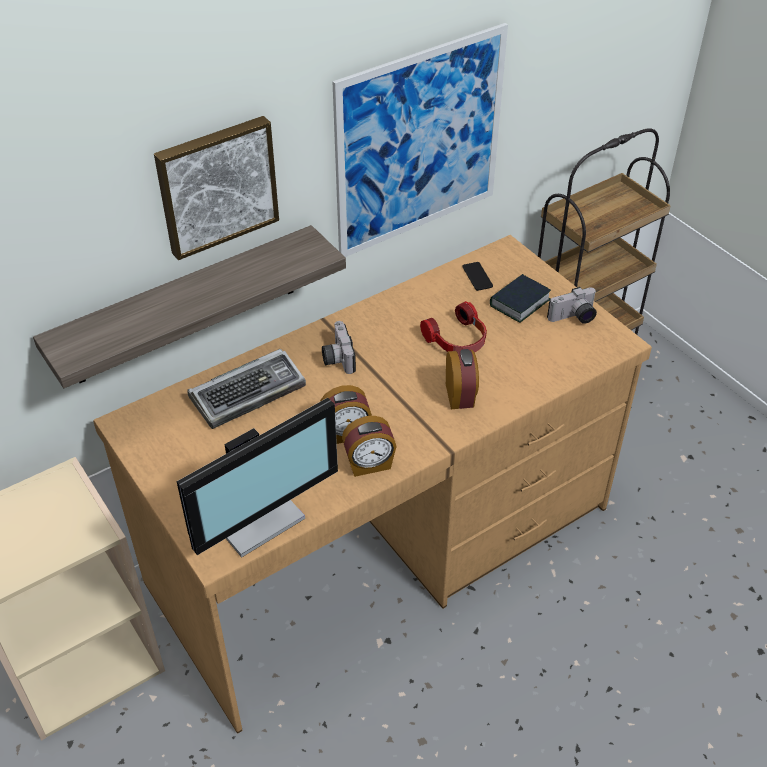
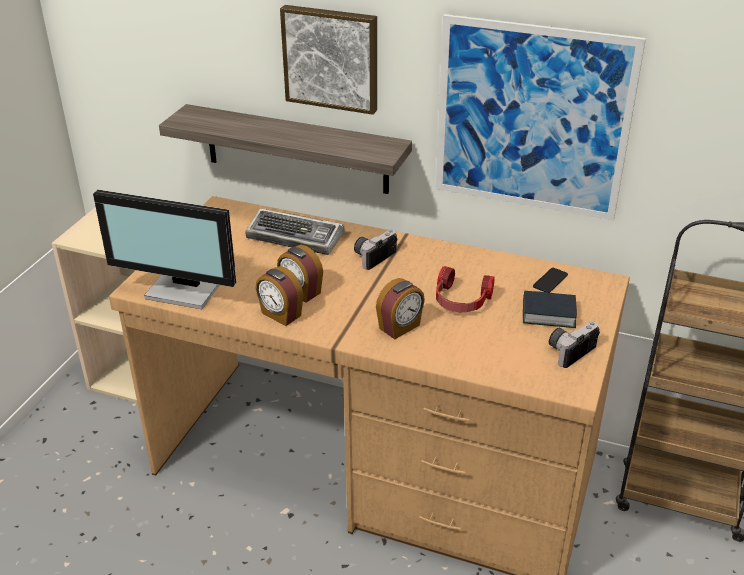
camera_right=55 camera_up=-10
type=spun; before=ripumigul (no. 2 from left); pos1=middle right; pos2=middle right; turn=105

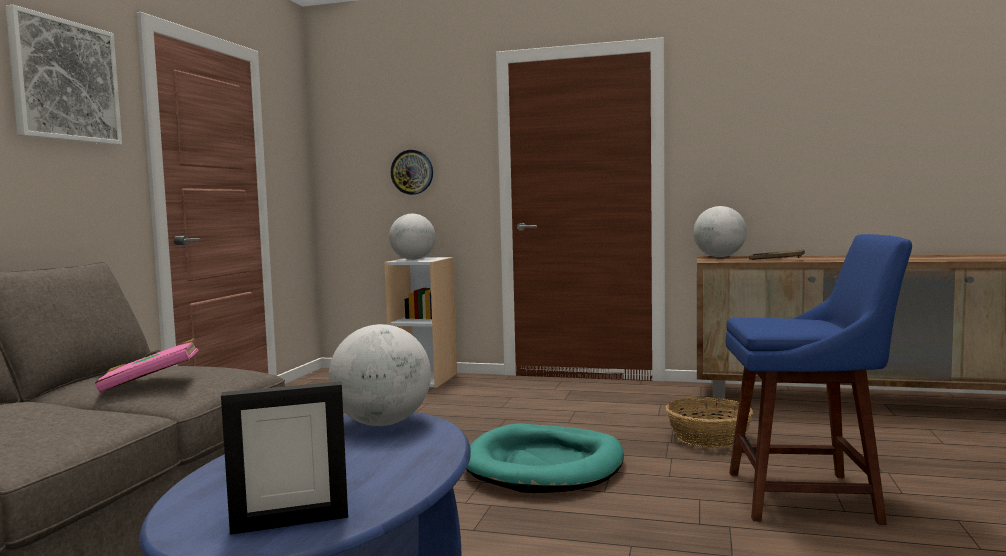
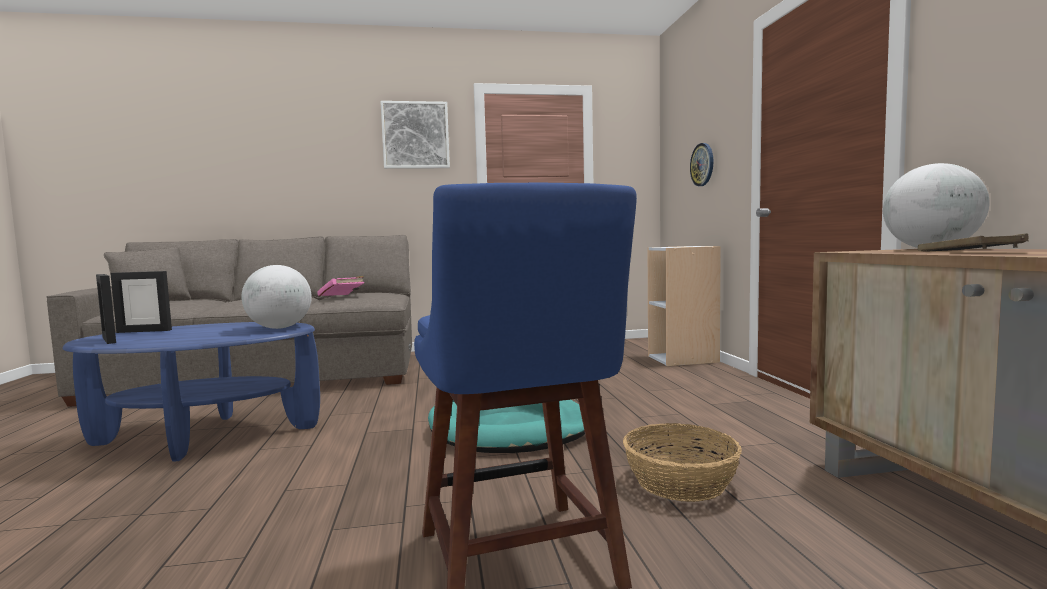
camera_right=65 camera_up=0
type=appeared; after=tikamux (no. 2 from left); pos2=middle left
type=missing; before=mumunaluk (no. 2 from left); pos1=centre

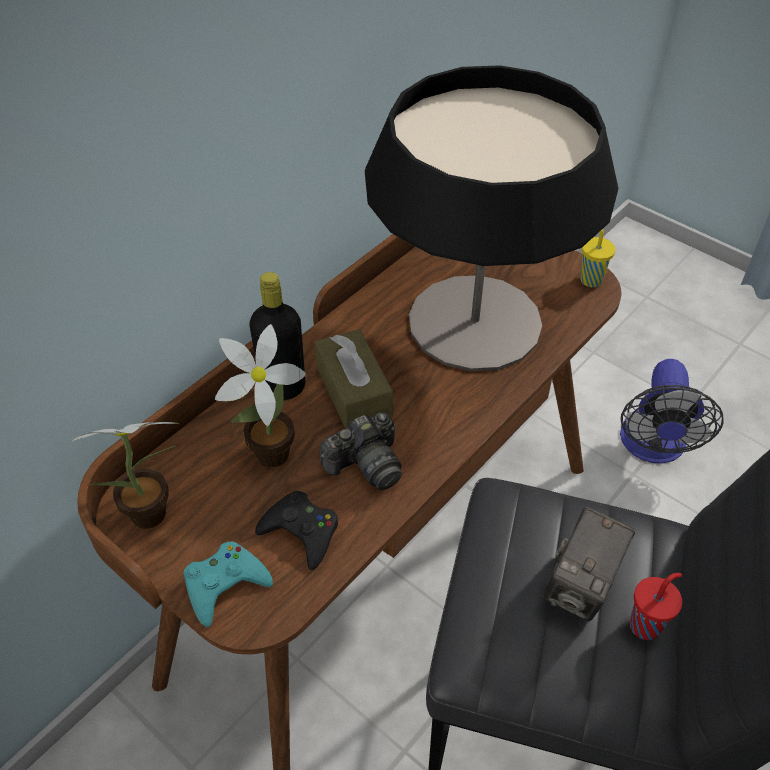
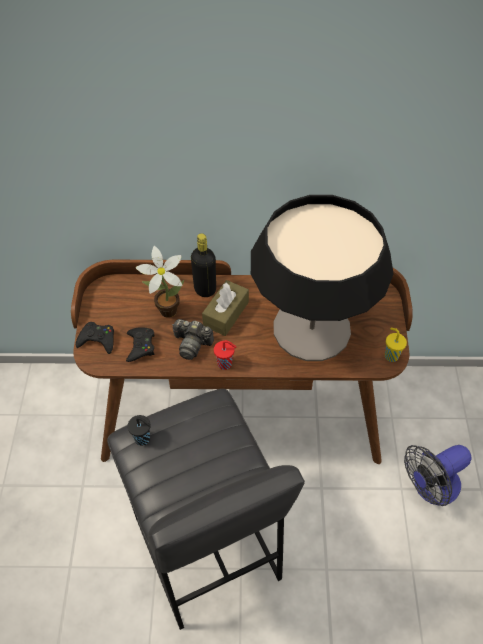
camera_right=50 camera_up=5
type=colour; before=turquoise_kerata; after=black_kerata (no. 1 from left); pos1=bottom left; pos2=middle left
type=appeared; after=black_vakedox; pos2=bottom left
type=relocated; before=red_vakedox; pos1=bottom right; pos2=centre
type=missing; before=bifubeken (no. 1 from left); pos1=middle left
type=missing; before=ripumigul (no. 2 from left); pos1=bottom right

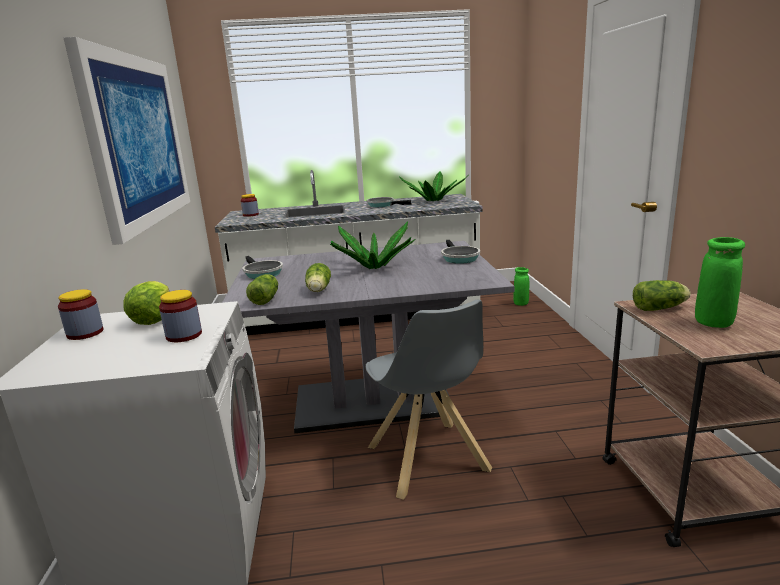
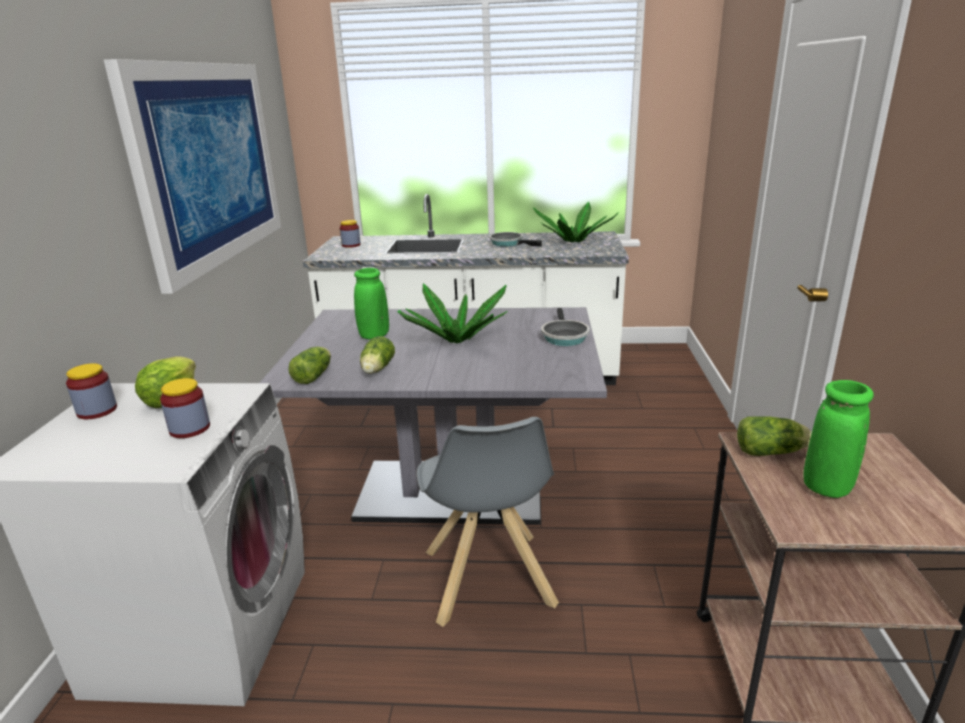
camera_right=10 camera_up=5
type=relocated; before=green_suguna (no. 1 from left); pos1=middle right; pos2=centre
type=missing; before=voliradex (no. 1 from left); pos1=centre

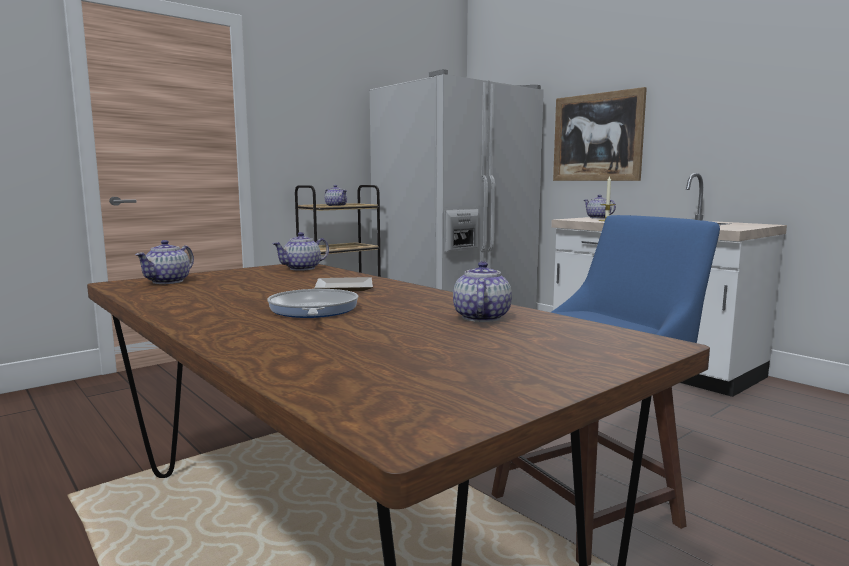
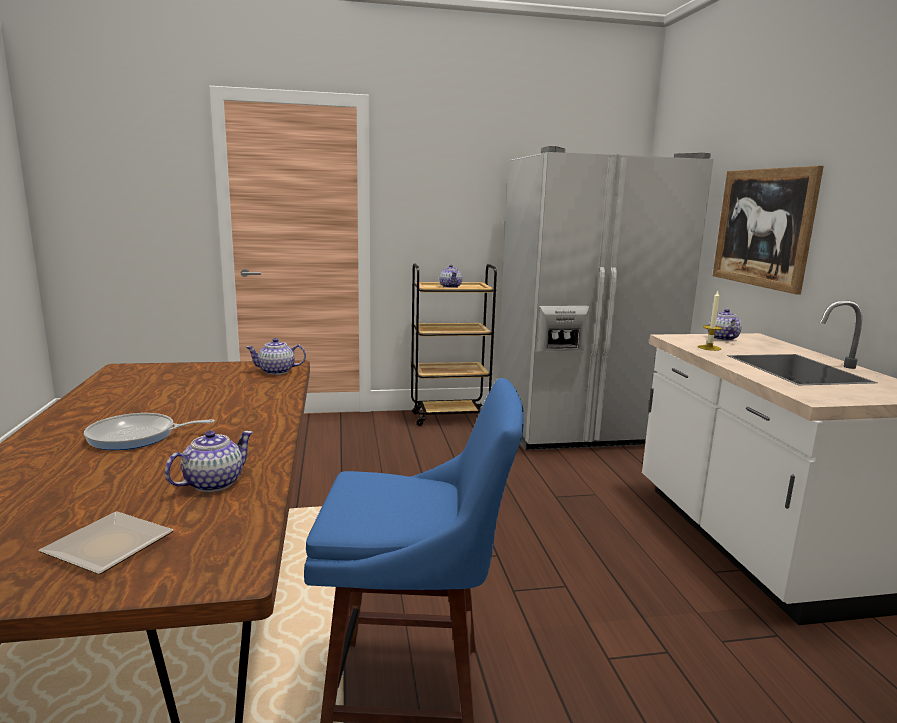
camera_right=30 camera_up=5
type=relocated; before=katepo; pos1=centre; pos2=bottom left
type=spun; before=voliradex; pos1=centre; pos2=middle left; turn=-120
type=missing; before=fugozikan (no. 1 from left); pos1=middle left

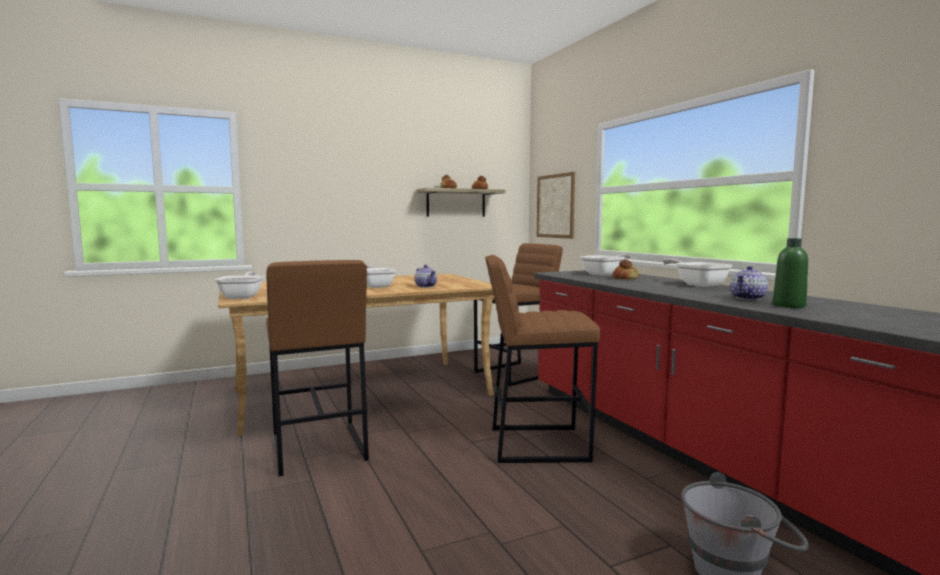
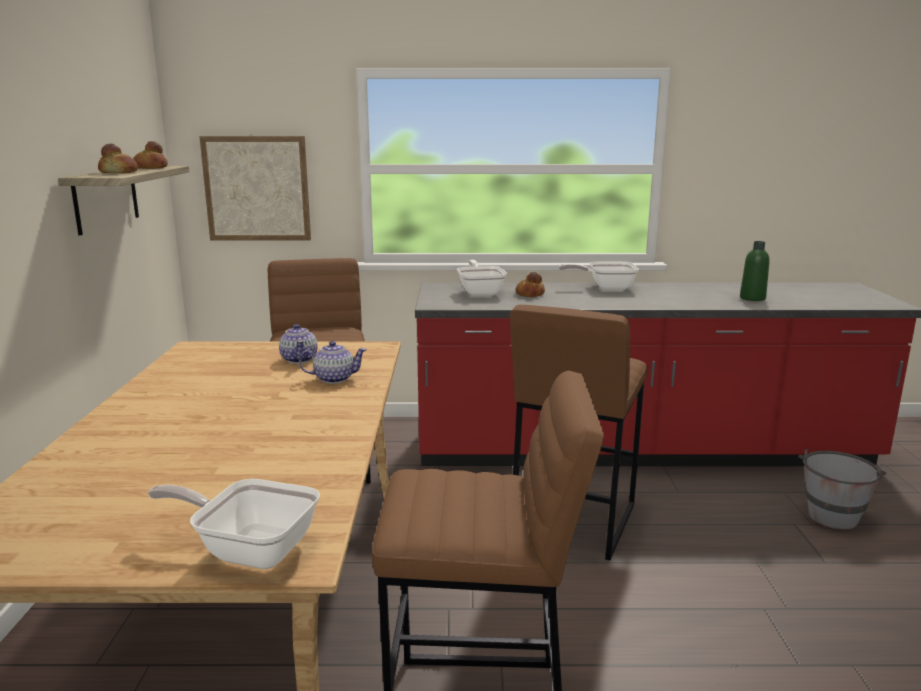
camera_right=-65 camera_up=10
type=relocated; before=fugozikan (no. 2 from left in the first image); after=fugozikan (no. 1 from left); pos1=middle right; pos2=middle left
type=missing; before=voliradex (no. 2 from left); pos1=centre

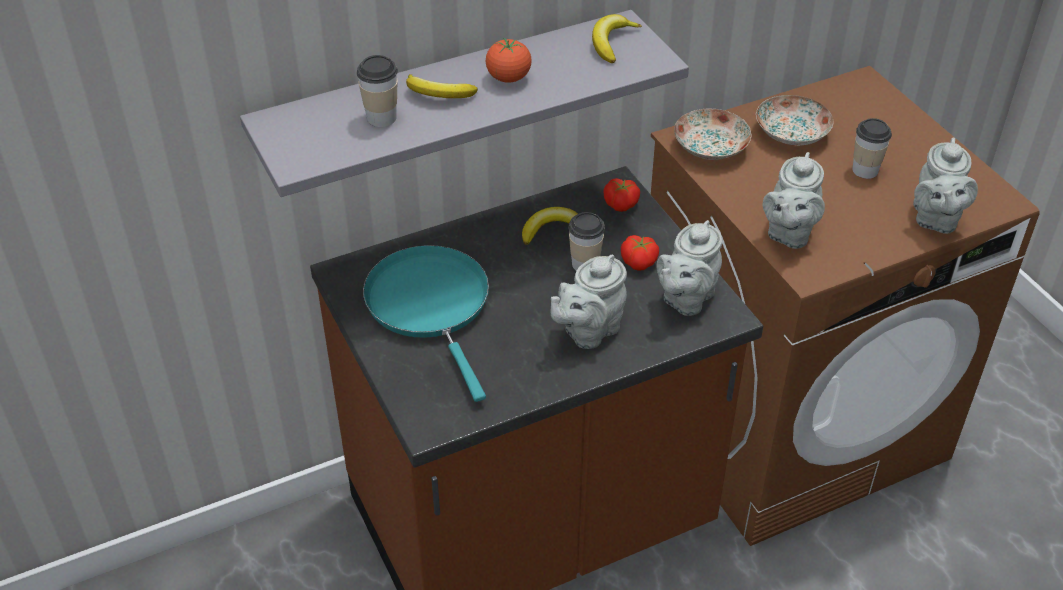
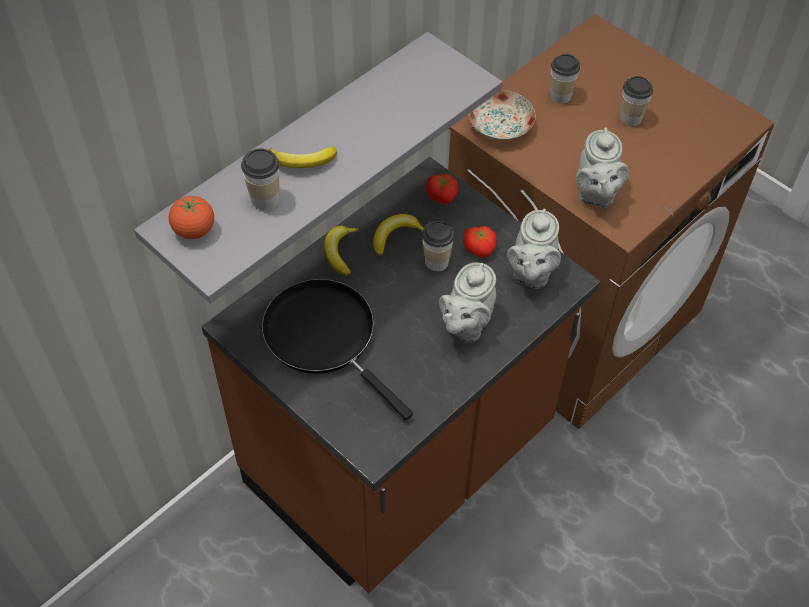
camera_right=-20 camera_up=10
type=relocated; before=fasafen (no. 1 from left); pos1=top centre; pos2=middle left
type=colour; before=turquoise_voliradex; after=black_voliradex; pos1=centre; pos2=centre
type=relocated; before=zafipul (no. 3 from left in the first image); after=zafipul (no. 2 from left); pos1=top centre; pos2=centre
type=exchanged; before=katepo (no. 2 from left); after=vakedox (no. 3 from left); pos1=top right; pos2=top right
type=missing; before=grey_fugozikan (no. 4 from left); pos1=top right

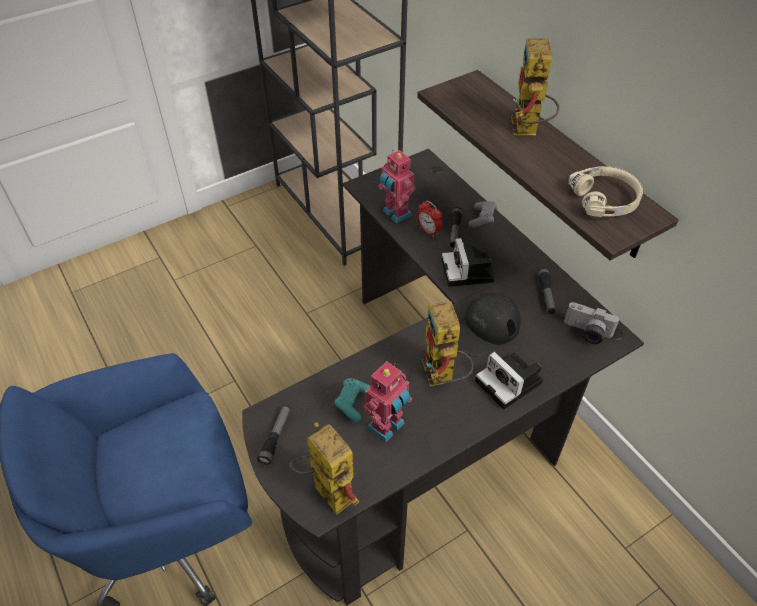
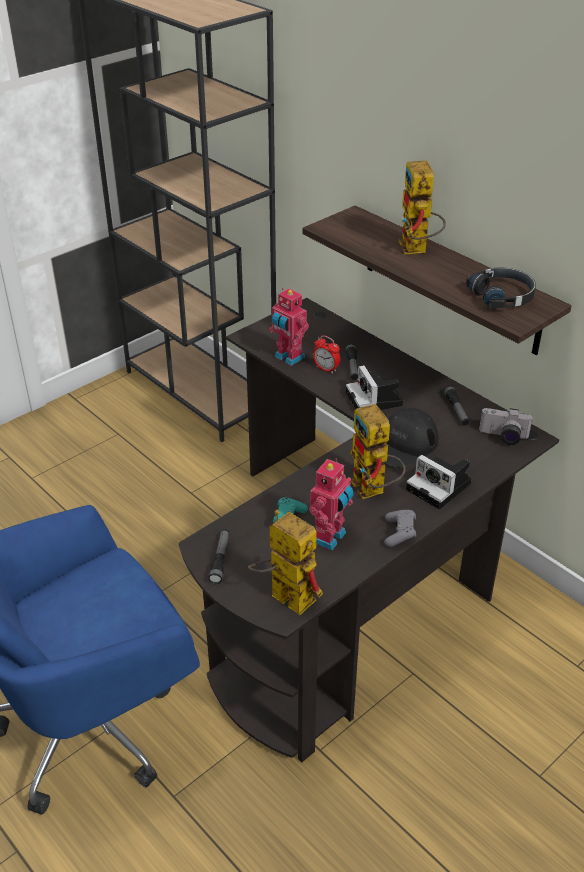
camera_right=-10 camera_up=-10
type=relocated; before=grey_kerata; pos1=centre; pos2=middle right
type=colour; before=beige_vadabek; after=black_vadabek; pos1=top right; pos2=top right

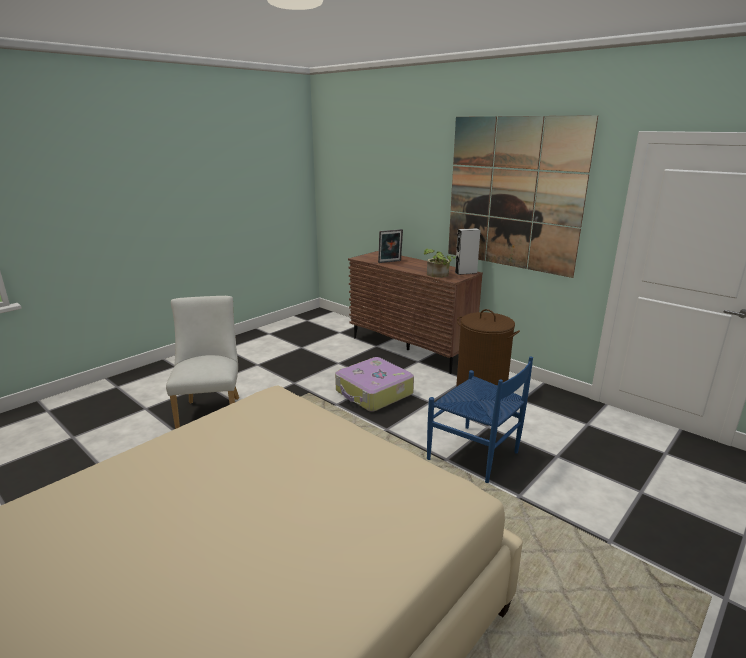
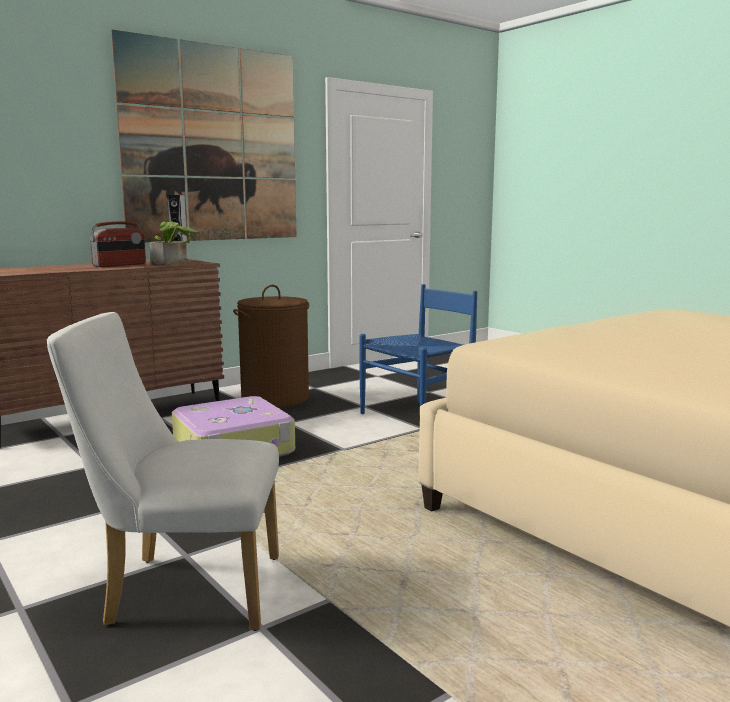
camera_right=-80 camera_up=-10
type=appeared; after=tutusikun; pos2=middle left
type=missing; before=tikamux; pos1=centre

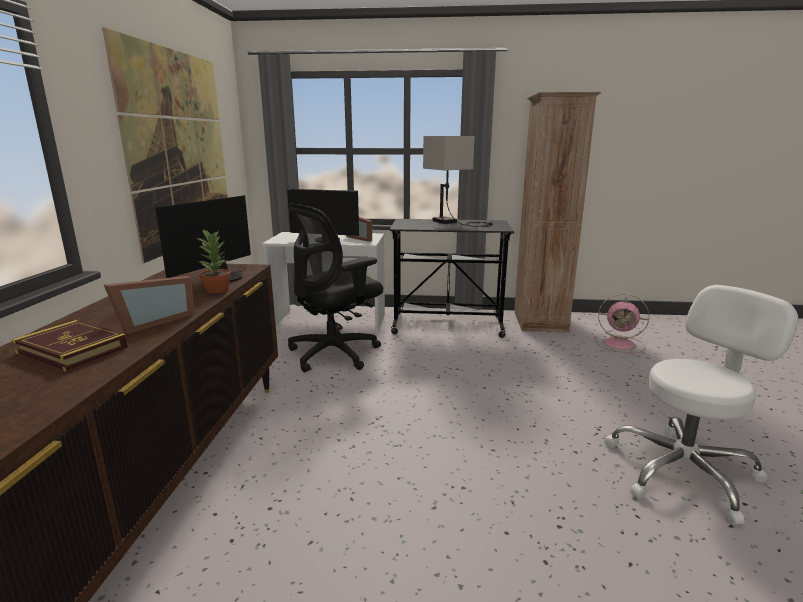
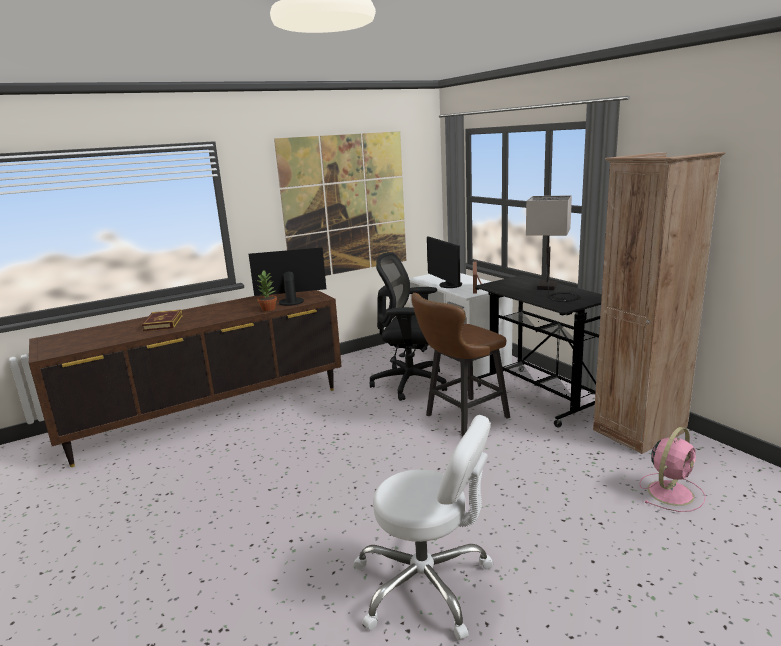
camera_right=55 camera_up=0
type=appeared; after=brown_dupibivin; pos2=centre
type=spun; before=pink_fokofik; pos1=middle right; pos2=bottom right; turn=-120
type=missing; before=tikamux (no. 1 from left); pos1=middle left

